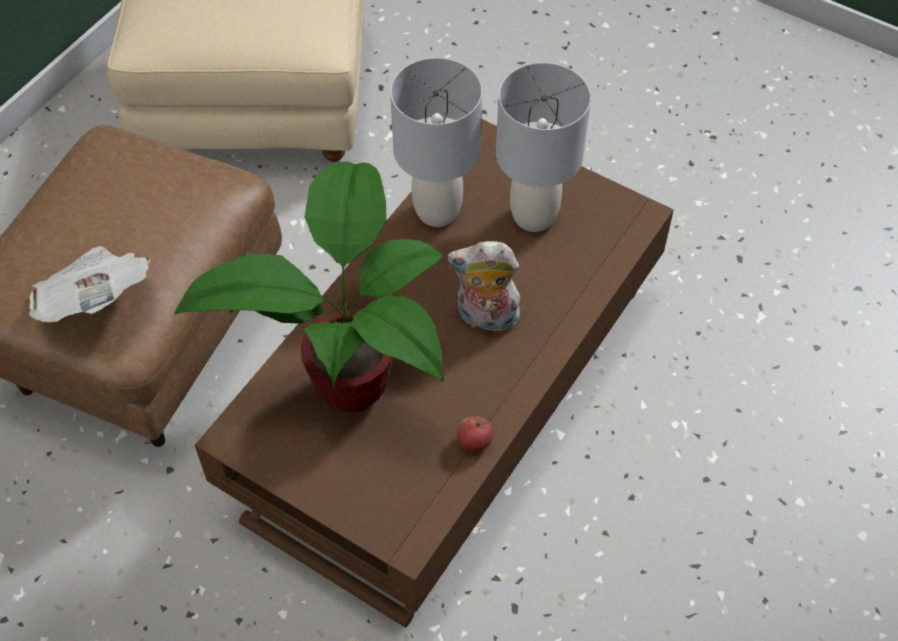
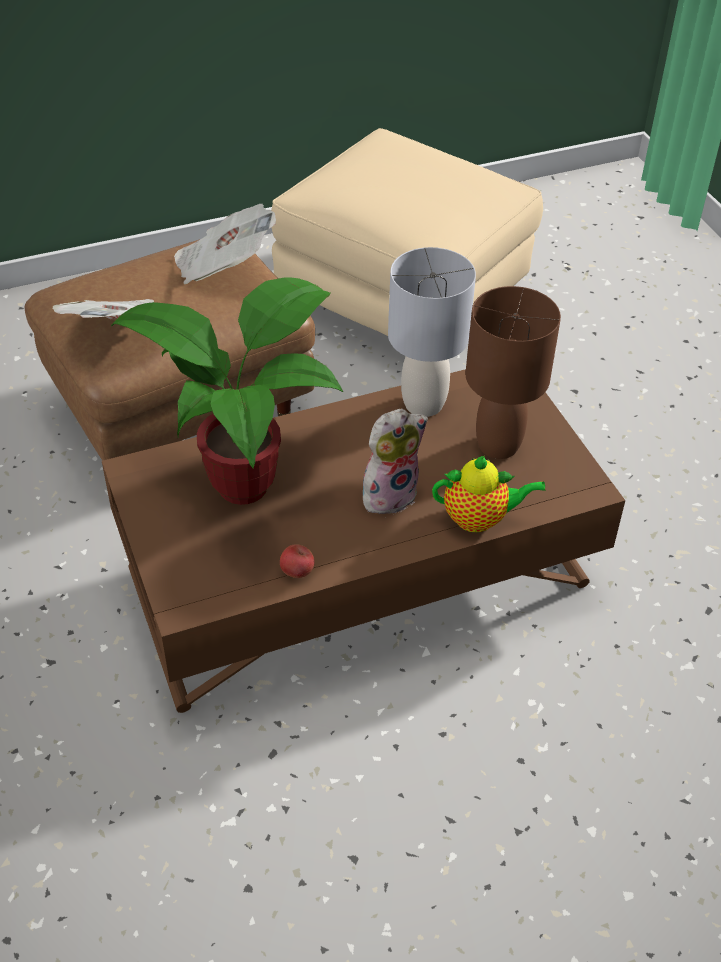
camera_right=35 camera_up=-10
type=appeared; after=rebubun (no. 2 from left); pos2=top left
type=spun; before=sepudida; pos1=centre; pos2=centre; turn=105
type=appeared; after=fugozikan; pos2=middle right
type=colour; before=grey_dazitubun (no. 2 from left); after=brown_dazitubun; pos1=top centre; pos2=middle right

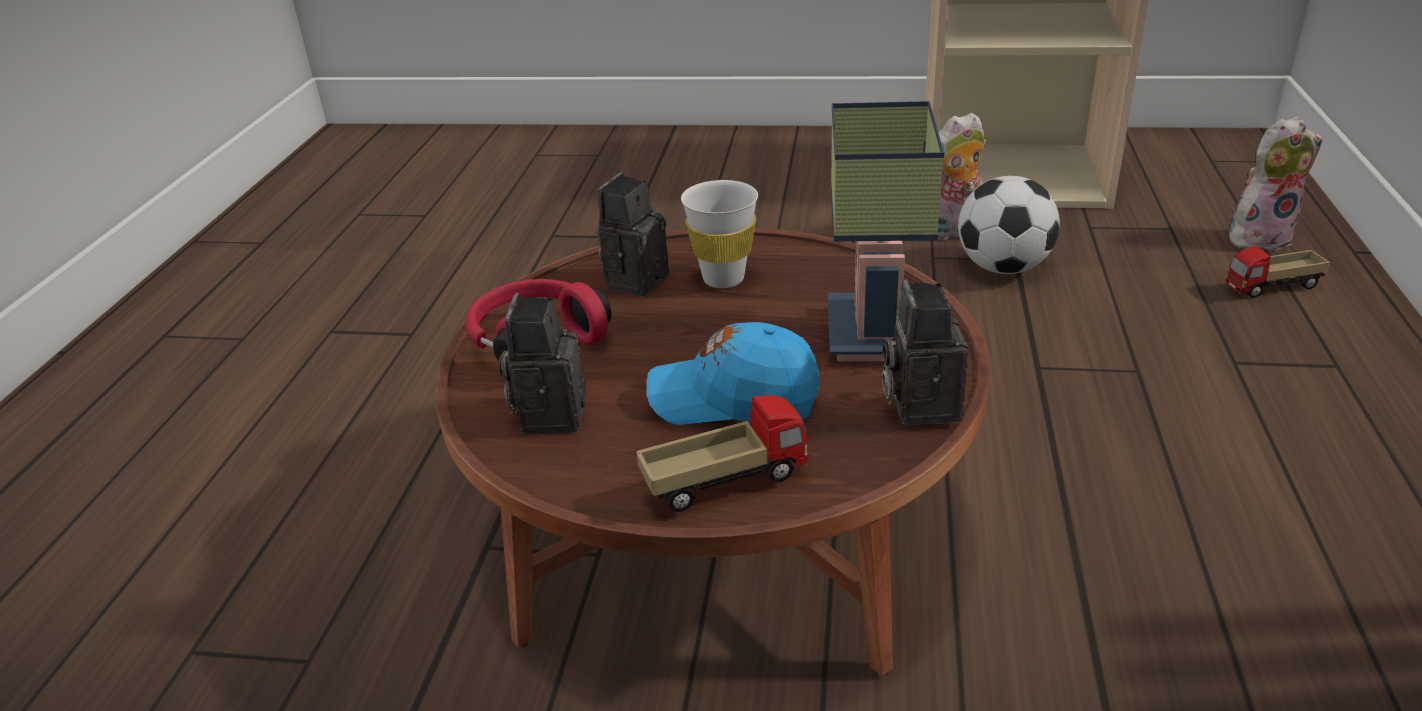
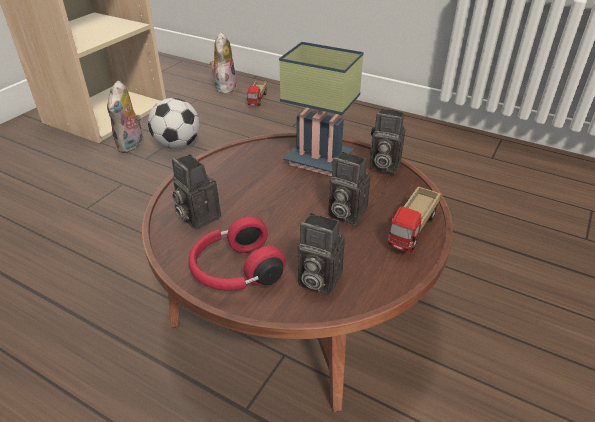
camera_right=-70 camera_up=5
type=exchanged; before=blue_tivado; after=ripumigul (no. 3 from left); pos1=centre; pos2=centre
type=spun; before=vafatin (no. 1 from left in the first image); pos1=centre; pos2=middle right; turn=-150
type=missing; before=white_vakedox; pos1=top centre

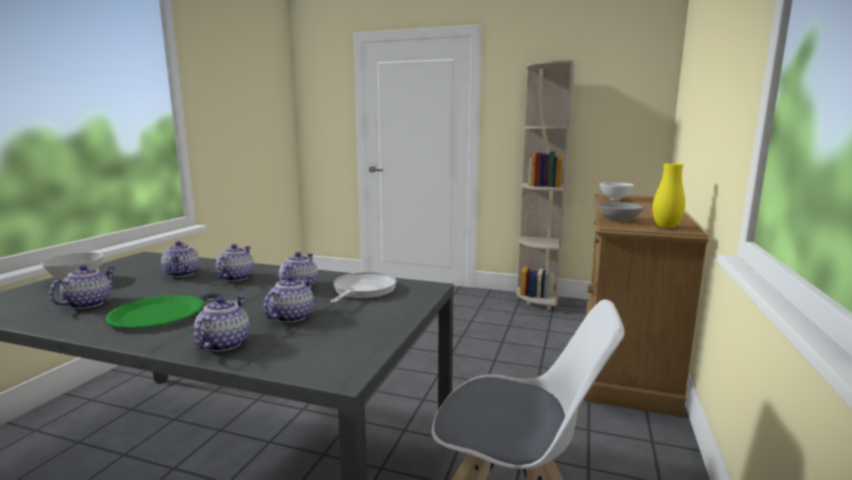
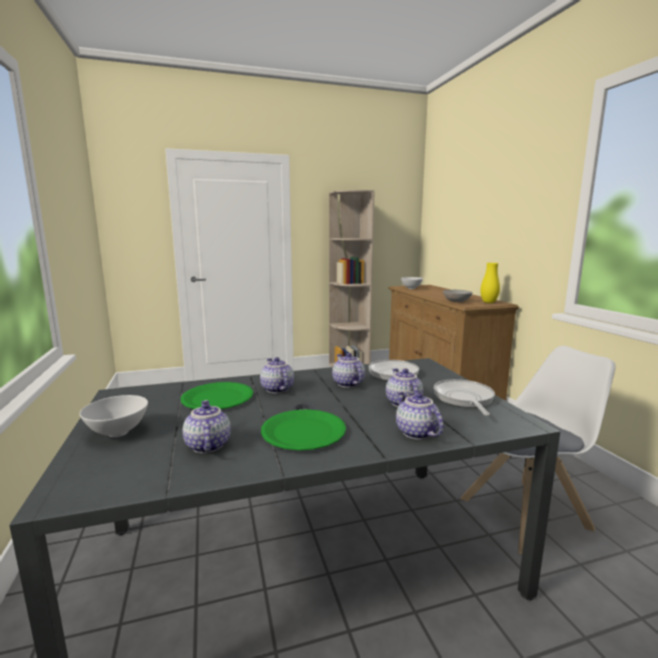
camera_right=-35 camera_up=0
type=exchanged; before=fugozikan (no. 2 from left); after=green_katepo (no. 1 from left); pos1=middle left; pos2=middle left
type=appeared; after=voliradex (no. 2 from left); pos2=middle right

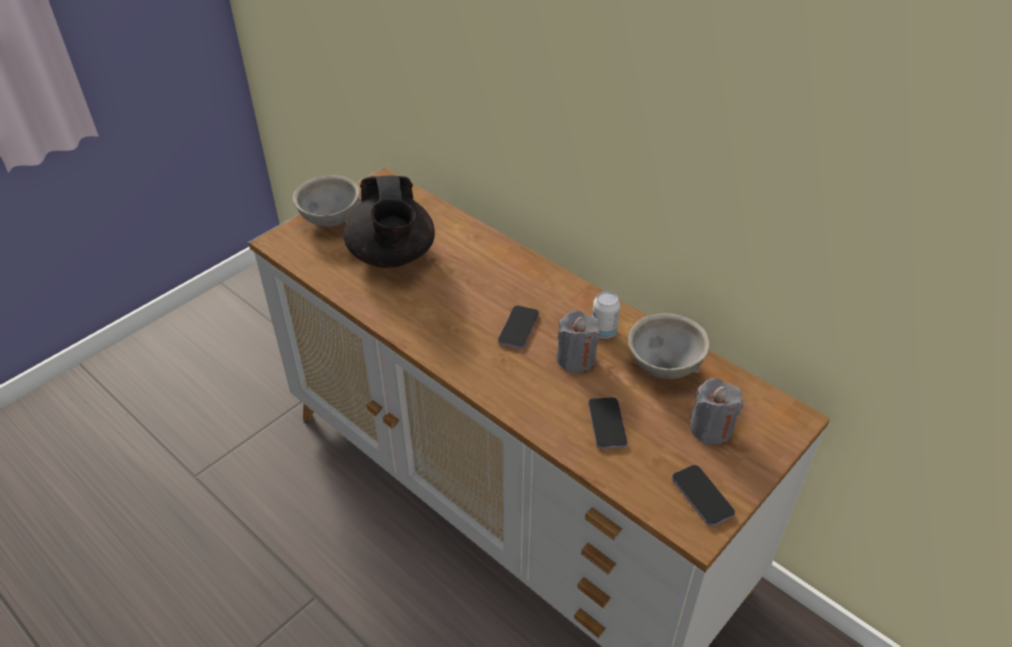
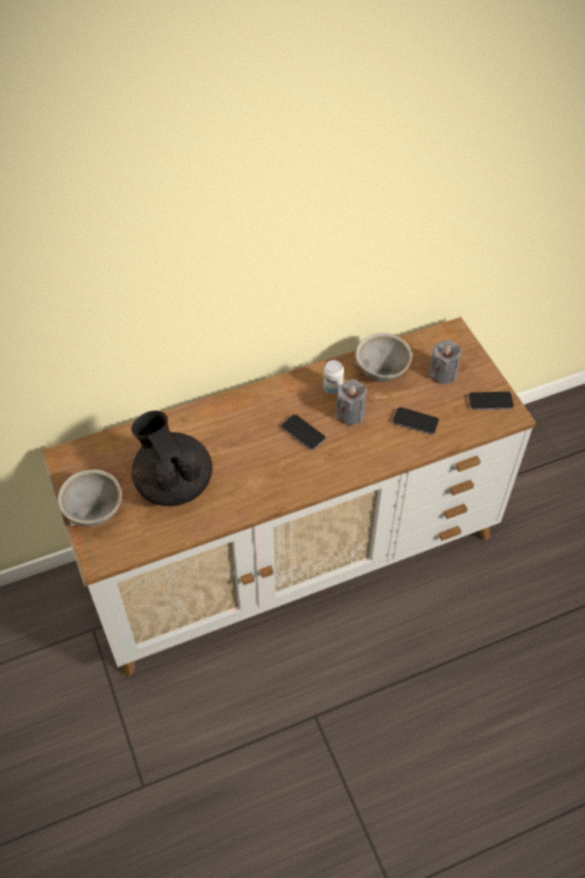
camera_right=-65 camera_up=10
type=spun; before=black_fugozikan; pos1=centre; pos2=middle left; turn=-135

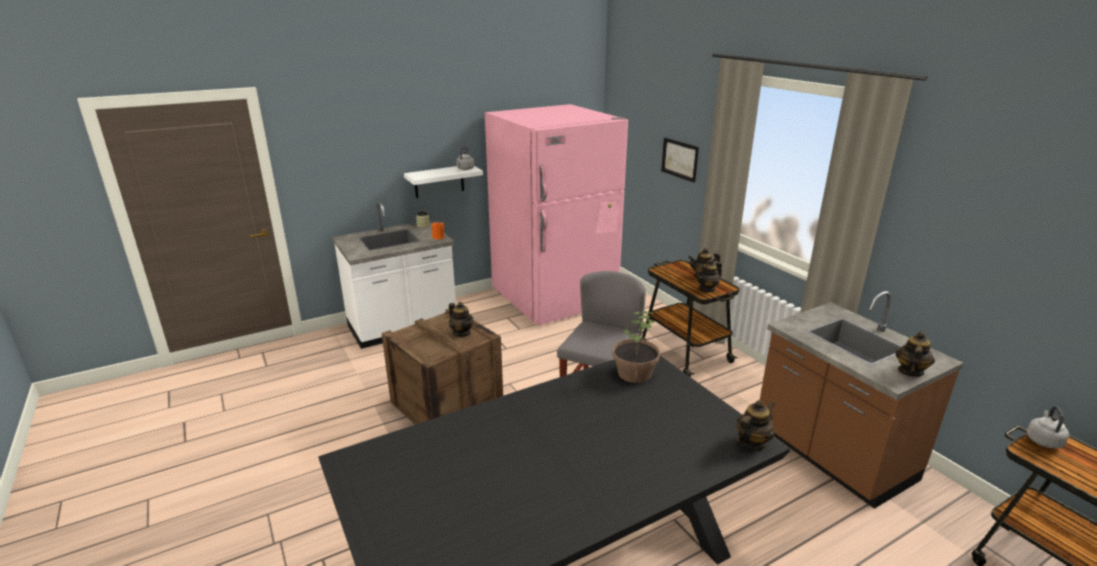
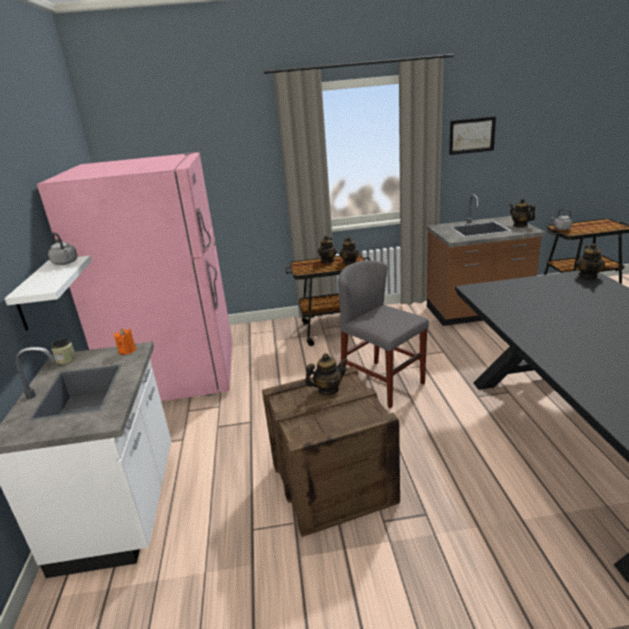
camera_right=-65 camera_up=0
type=relocated; before=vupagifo; pos1=top centre; pos2=top right
type=spun; before=fugozikan (no. 4 from left in the first image); pos1=bottom right; pos2=middle right; turn=-150
type=missing; before=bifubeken; pos1=centre

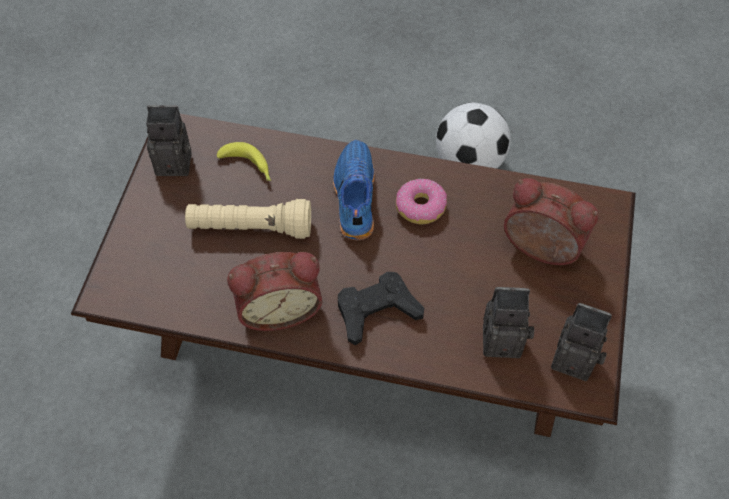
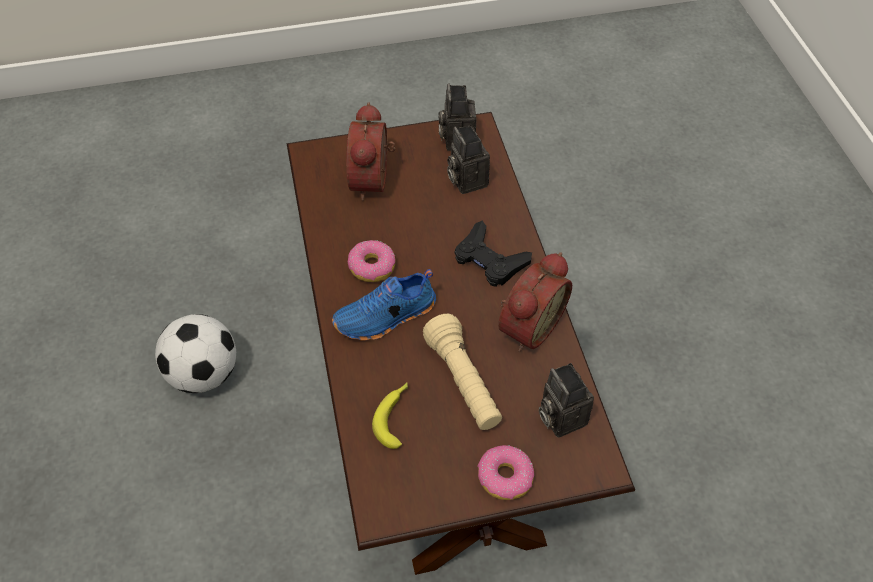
camera_right=-115 camera_up=-5
type=appeared; after=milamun (no. 2 from left); pos2=bottom centre
type=spun; before=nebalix (no. 1 from left in the first image); pos1=centre; pos2=centre; turn=75
type=relocated; before=ripumigul (no. 1 from left in the first image); after=ripumigul (no. 3 from left); pos1=top left; pos2=bottom centre

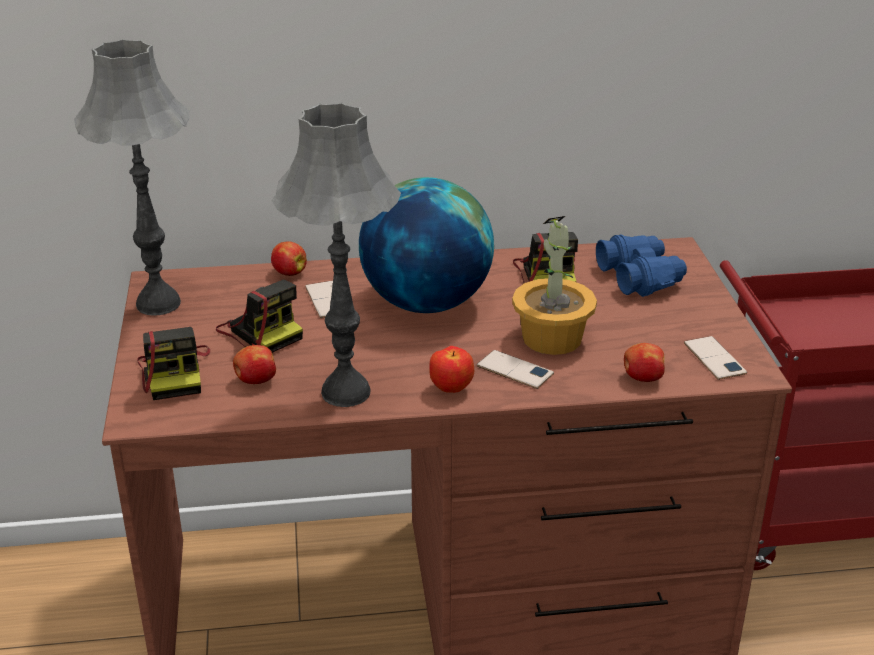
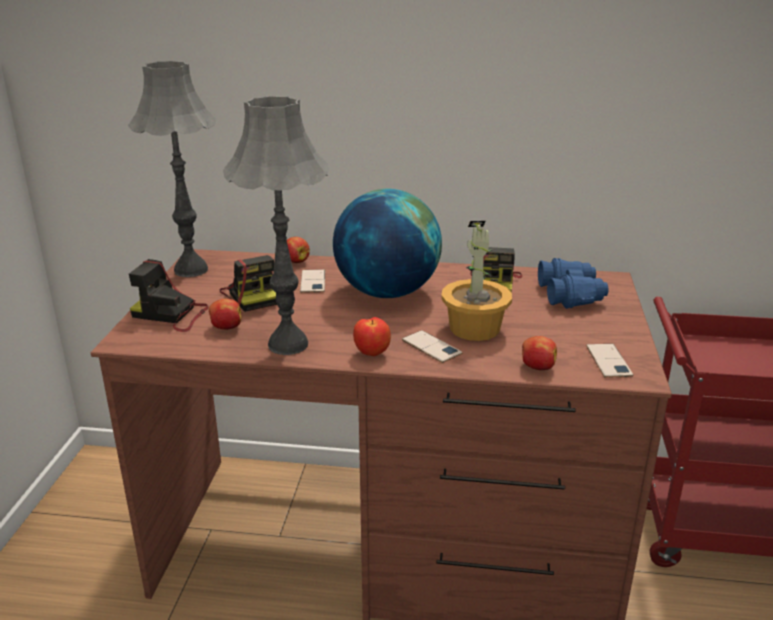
camera_right=15 camera_up=-5
type=spun; before=ripumigul (no. 1 from left); pos1=middle left; pos2=middle left; turn=105

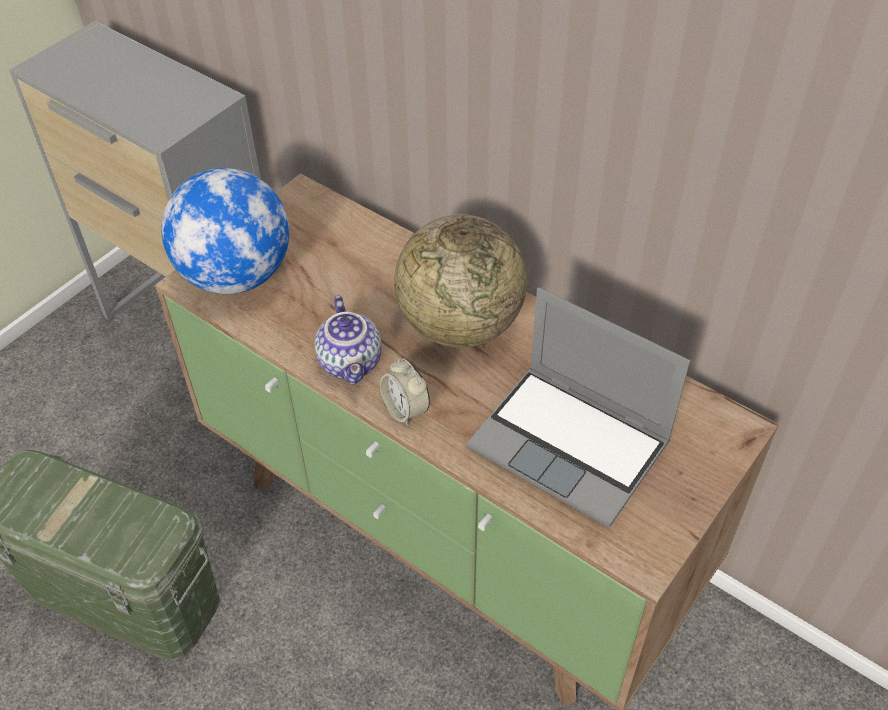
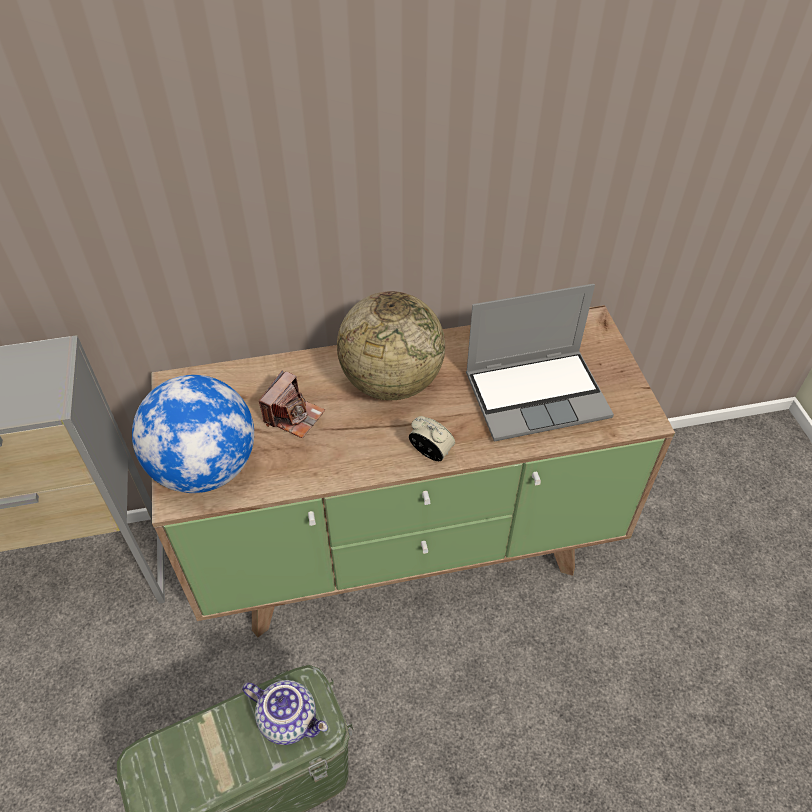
camera_right=-50 camera_up=0
type=relocated; before=fugozikan; pos1=centre; pos2=bottom centre
type=appeared; after=ripumigul; pos2=centre
type=spun; before=nebalix; pos1=centre; pos2=centre; turn=-150

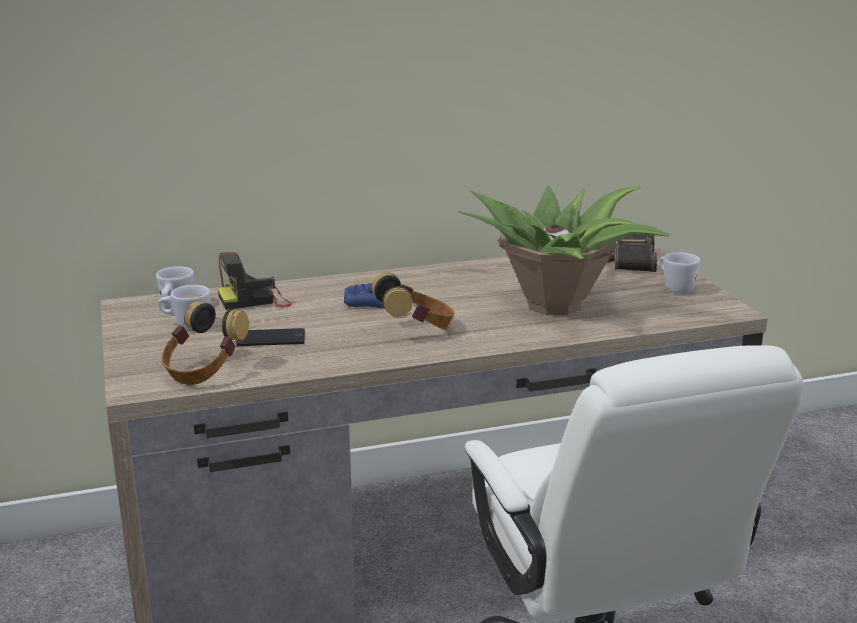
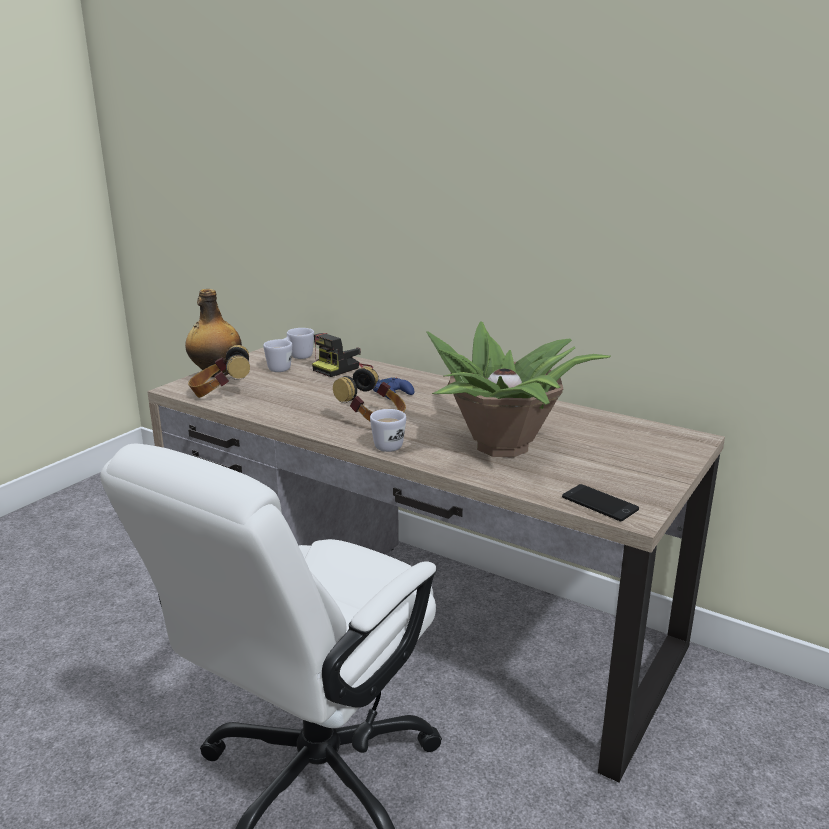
camera_right=50 camera_up=0
type=appeared; after=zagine; pos2=middle left
type=spun; before=ripumigul; pos1=middle left; pos2=centre; turn=-75
type=relocated; before=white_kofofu (no. 3 from left); pos1=middle right; pos2=centre
type=relocated; before=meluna; pos1=middle left; pos2=middle right
type=missing; before=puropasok; pos1=middle right

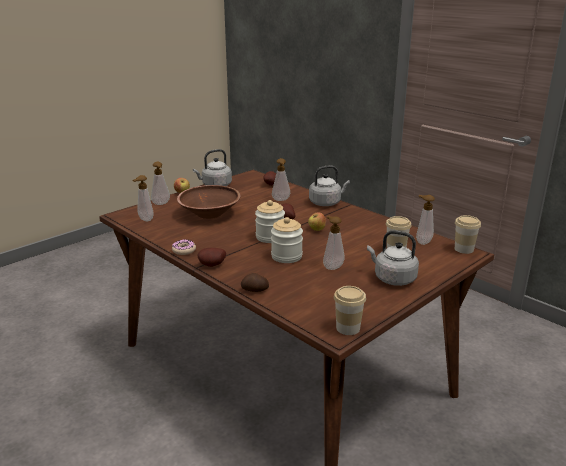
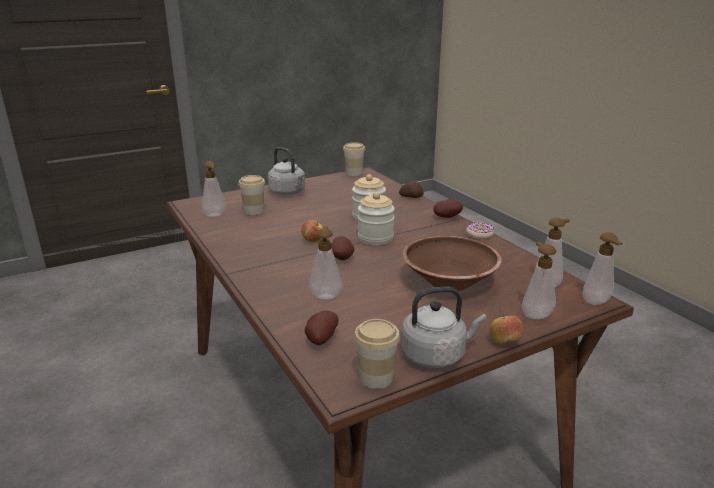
camera_right=-165 camera_up=0
type=relocated; before=vakedox (no. 3 from left); pos1=middle right; pos2=bottom centre
type=relocated; before=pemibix (no. 4 from left in the first image); after=pemibix (no. 5 from left); pos1=centre; pos2=middle right
type=missing; before=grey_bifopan (no. 2 from left); pos1=centre

